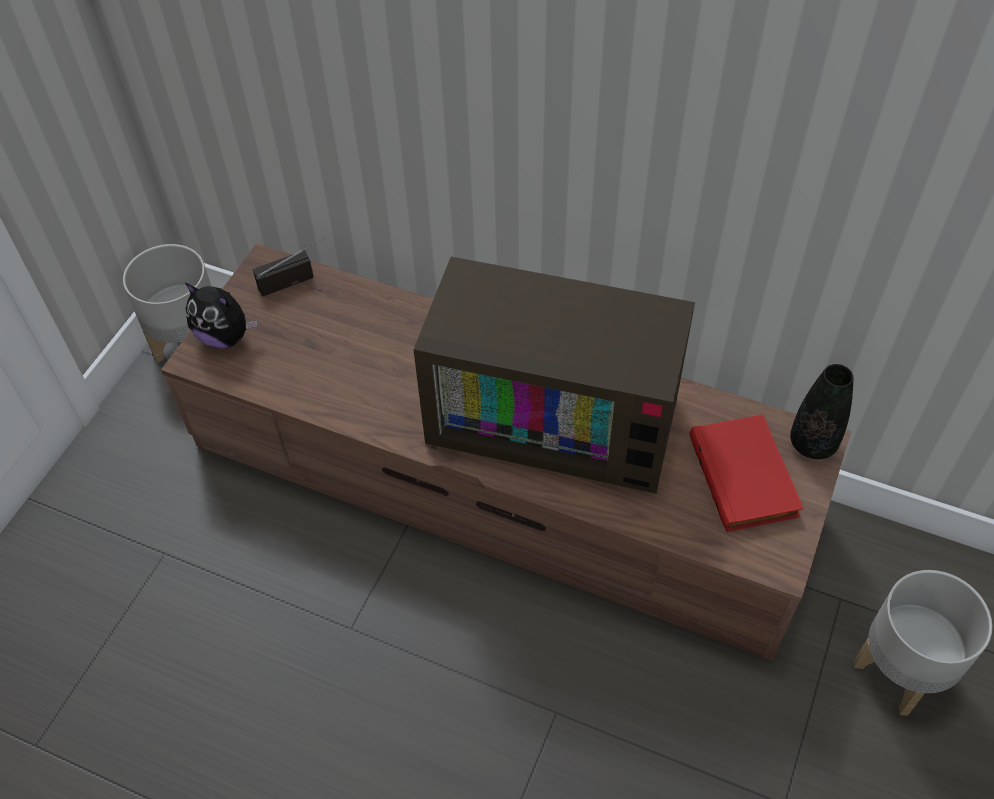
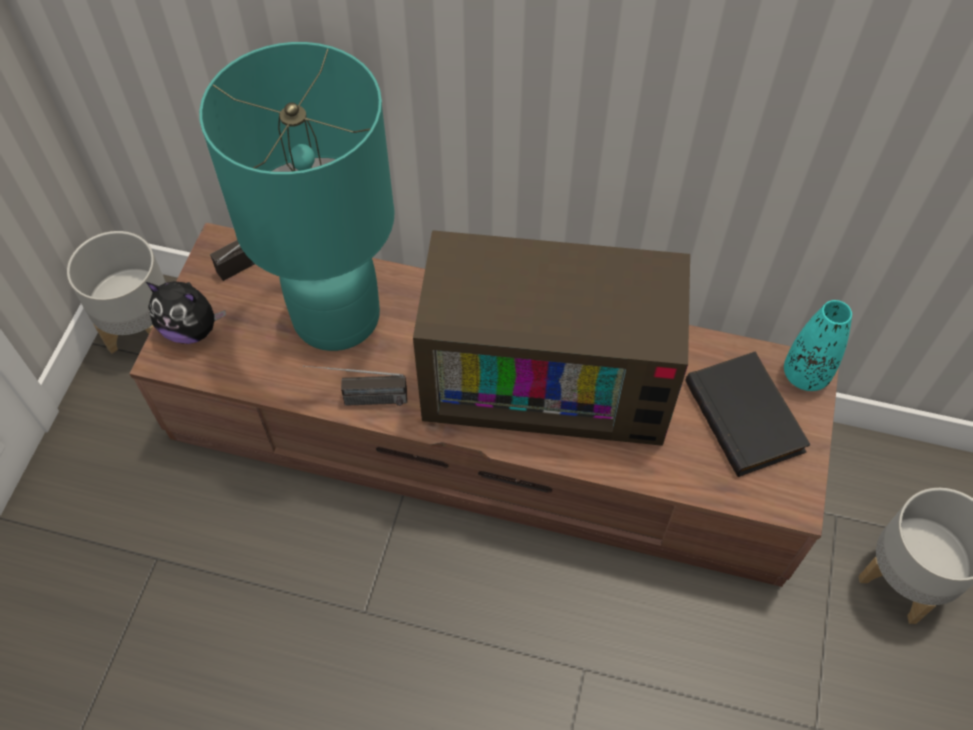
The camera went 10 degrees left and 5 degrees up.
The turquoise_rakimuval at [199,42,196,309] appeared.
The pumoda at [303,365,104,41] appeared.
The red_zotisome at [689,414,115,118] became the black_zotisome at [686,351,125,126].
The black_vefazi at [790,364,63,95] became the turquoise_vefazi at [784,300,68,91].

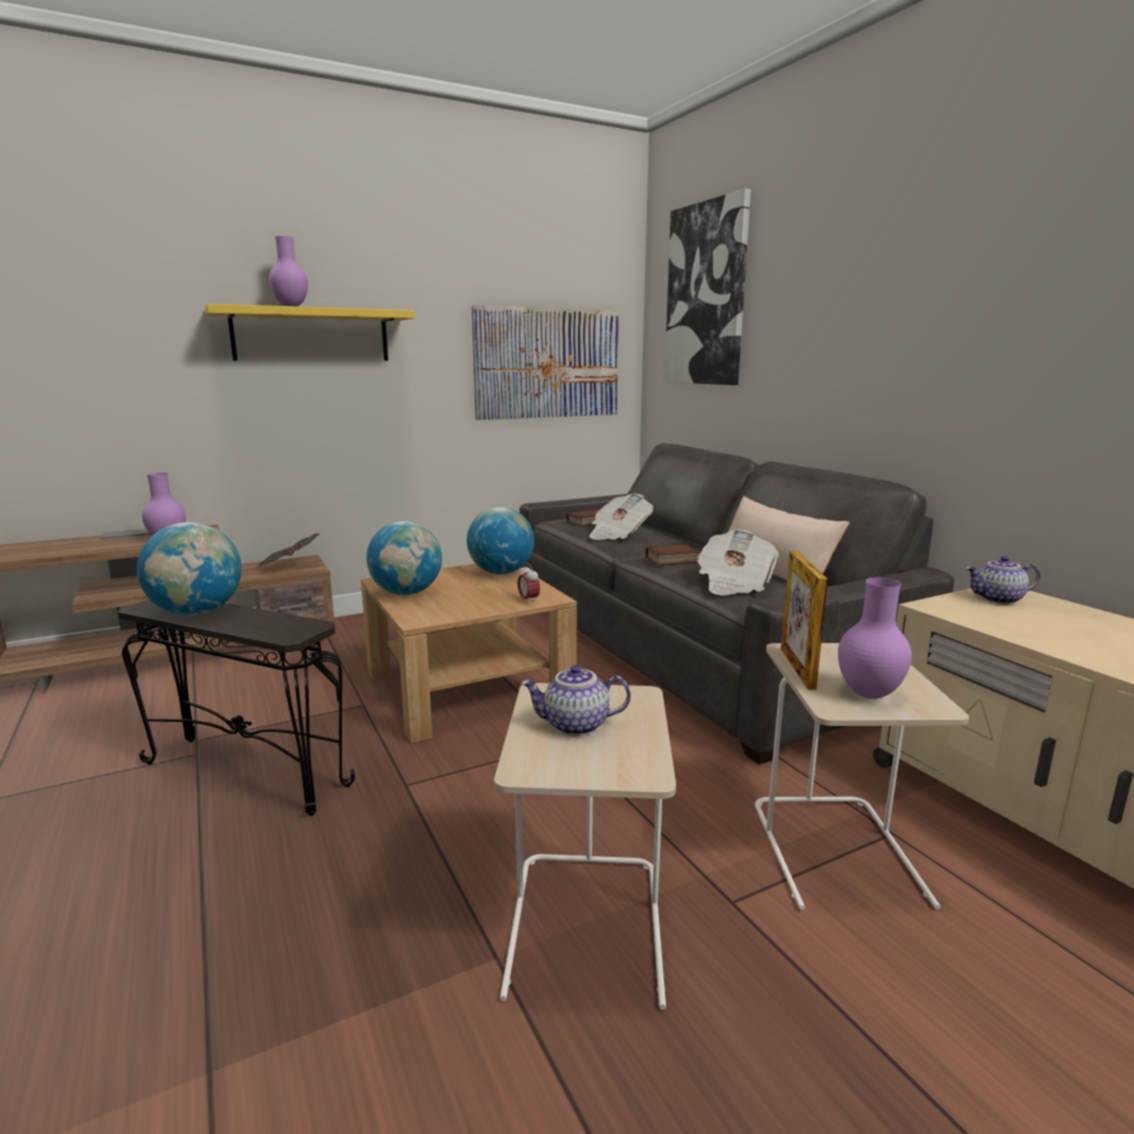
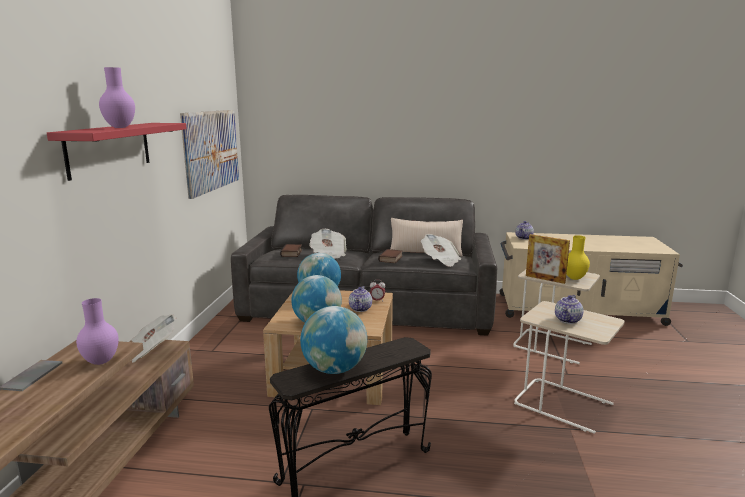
The camera went 55 degrees left and 0 degrees up.
The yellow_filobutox at [205,304,210,57] became the red_filobutox at [47,123,140,58].
The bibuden at [349,286,23,26] appeared.
The purple_vefazi at [838,578,74,121] became the yellow_vefazi at [566,235,24,45].
The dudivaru at [664,189,87,196] disappeared.

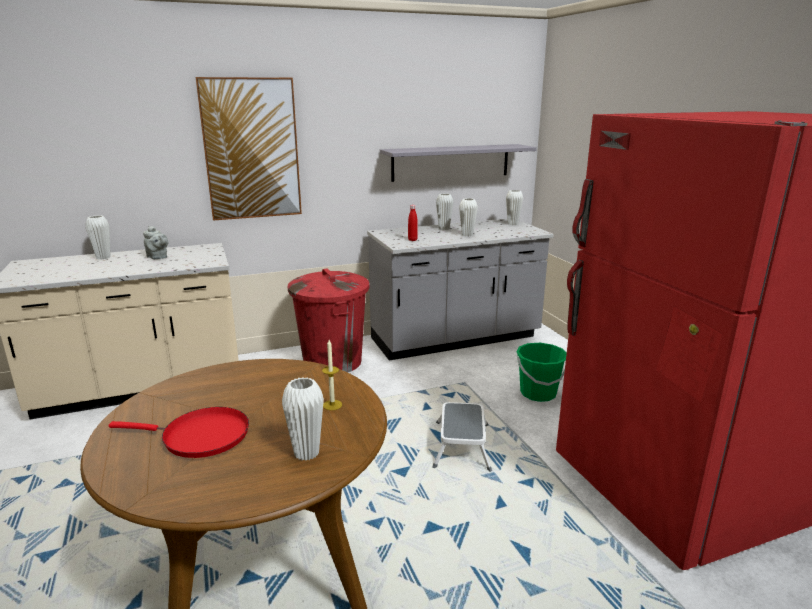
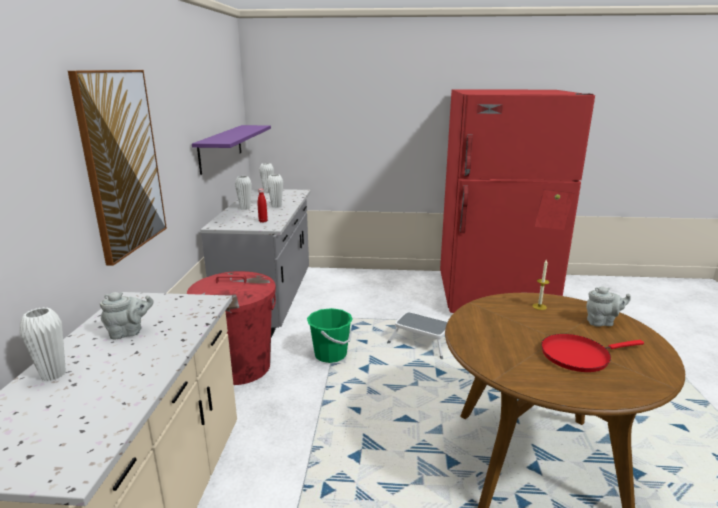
The camera went 65 degrees left and 0 degrees up.
The grey_filobutox at [380,144,157,38] became the purple_filobutox at [192,125,79,50].
The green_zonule moved from [517,343,50,59] to [307,308,46,55].
The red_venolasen at [108,407,141,51] turned 135 degrees counterclockwise.
The white_vefazi at [282,377,42,84] was replaced by the grey_bibuden at [586,287,45,39].

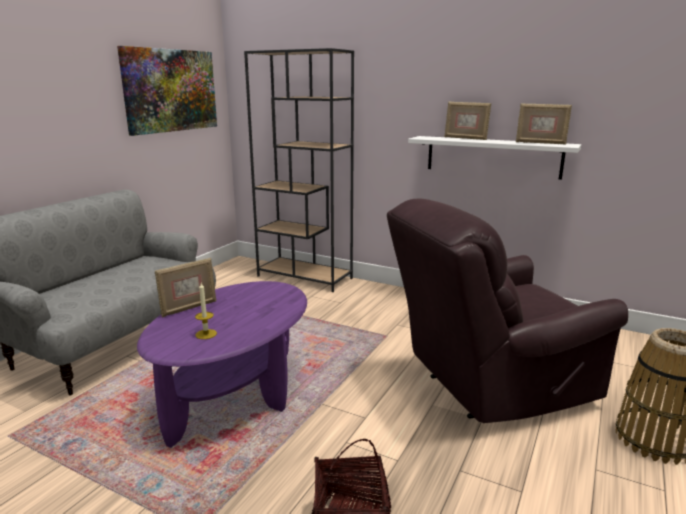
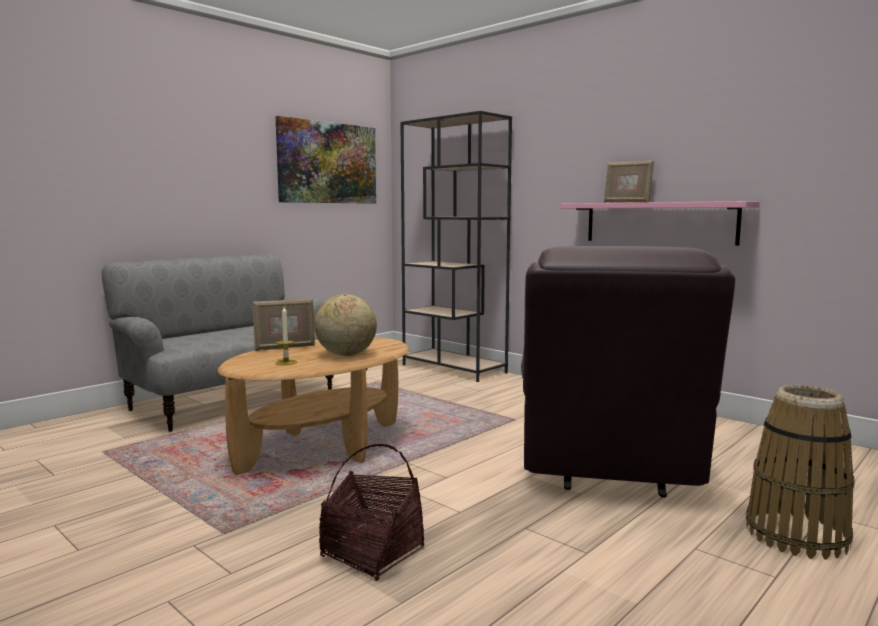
The camera went 15 degrees right and 10 degrees down.
The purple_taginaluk at [137,281,170,167] became the brown_taginaluk at [217,337,192,138].
The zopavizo at [314,294,63,62] appeared.
The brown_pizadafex at [387,199,241,224] turned 75 degrees counterclockwise.
The white_filobutox at [408,136,173,44] became the pink_filobutox at [560,201,200,45].
The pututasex at [516,103,56,41] disappeared.

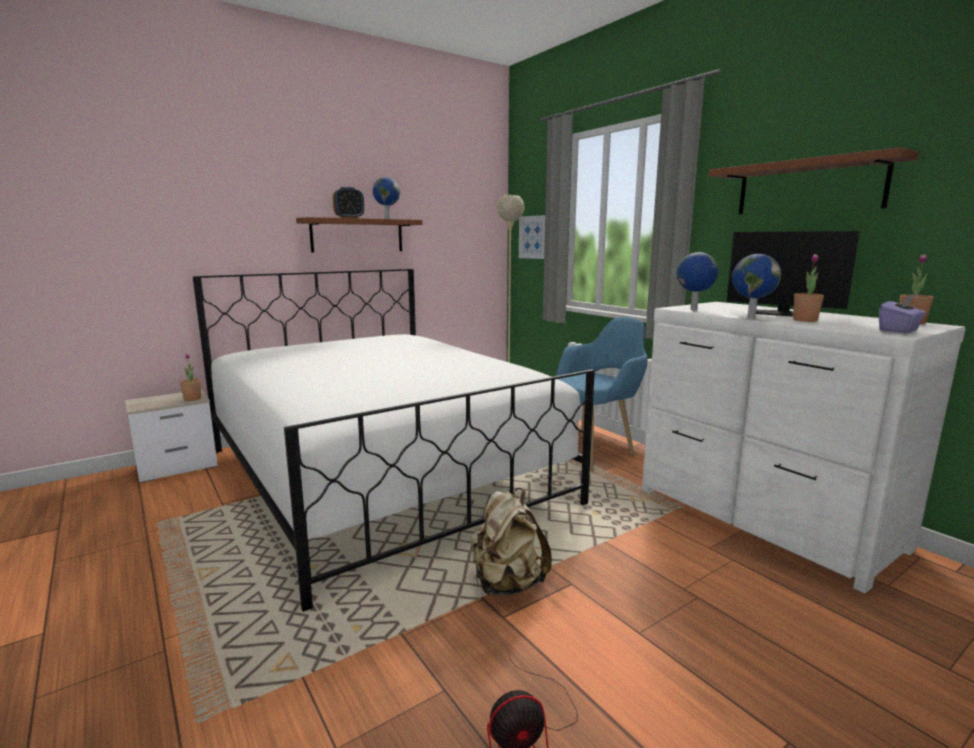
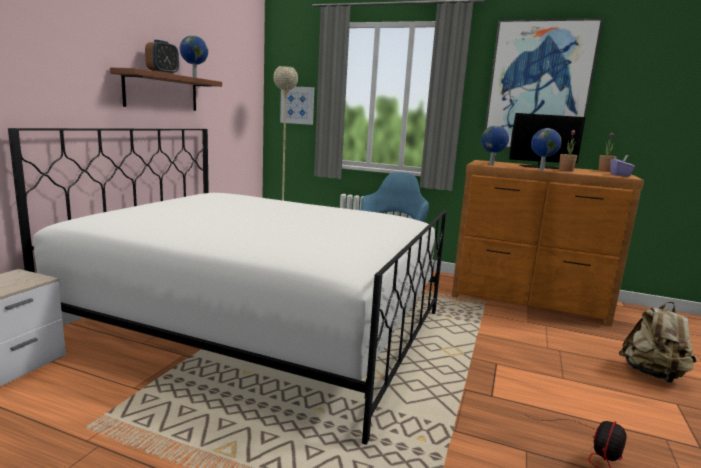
The camera went 35 degrees left and 0 degrees up.
The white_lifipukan at [642,302,324,291] became the brown_lifipukan at [452,160,192,166].
The brown_filobutox at [709,147,210,67] was replaced by the dudivaru at [485,18,118,135].
The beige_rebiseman moved from [470,488,82,107] to [619,302,78,81].
The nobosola at [180,353,21,48] disappeared.

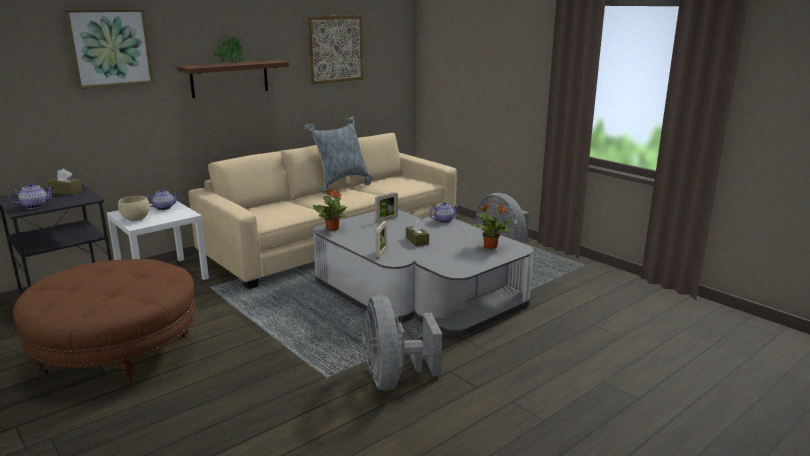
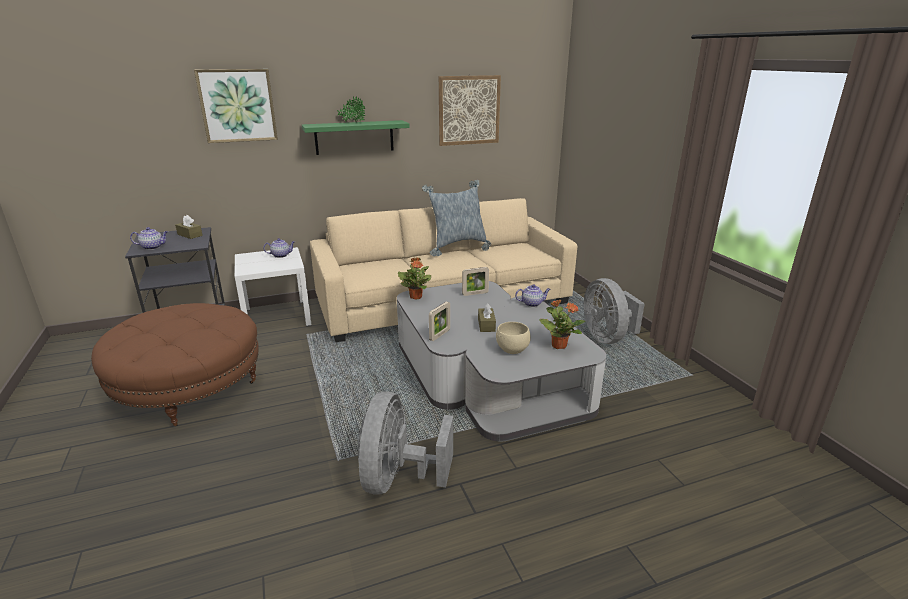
The camera went 20 degrees right and 5 degrees up.
The brown_filobutox at [177,60,112,38] became the green_filobutox at [302,120,108,35].
The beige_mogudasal moved from [118,196,32,25] to [496,322,35,32].

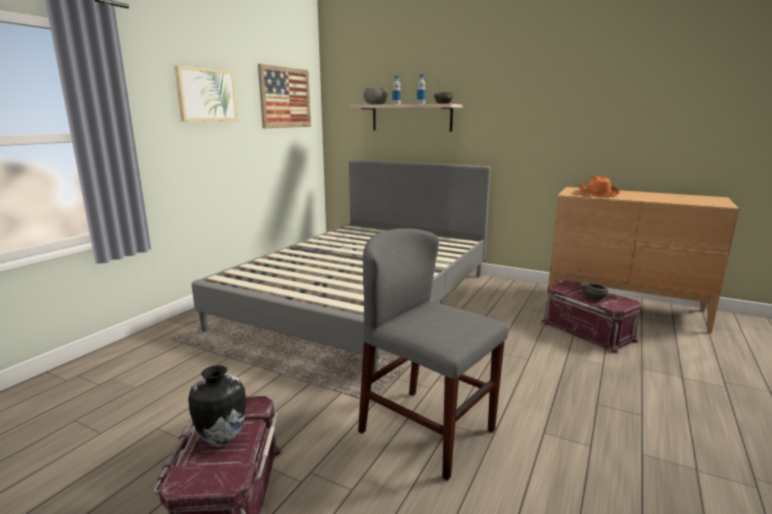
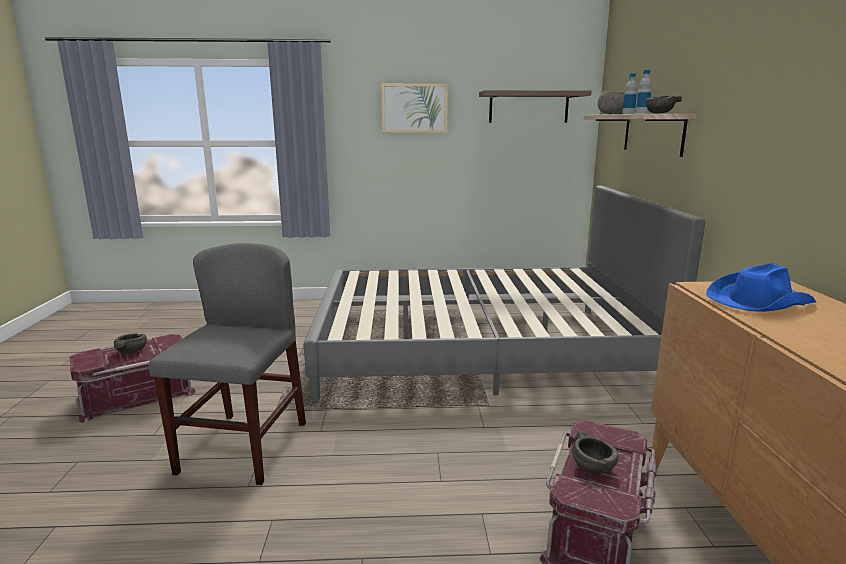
The camera went 60 degrees right and 0 degrees up.
The vefazi at [188,365,58,82] was replaced by the grey_mogudasal at [114,333,33,21].
The dudivaru at [258,64,53,64] was replaced by the filobutox at [479,90,113,33].
The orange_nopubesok at [578,175,42,22] became the blue_nopubesok at [706,263,110,49].

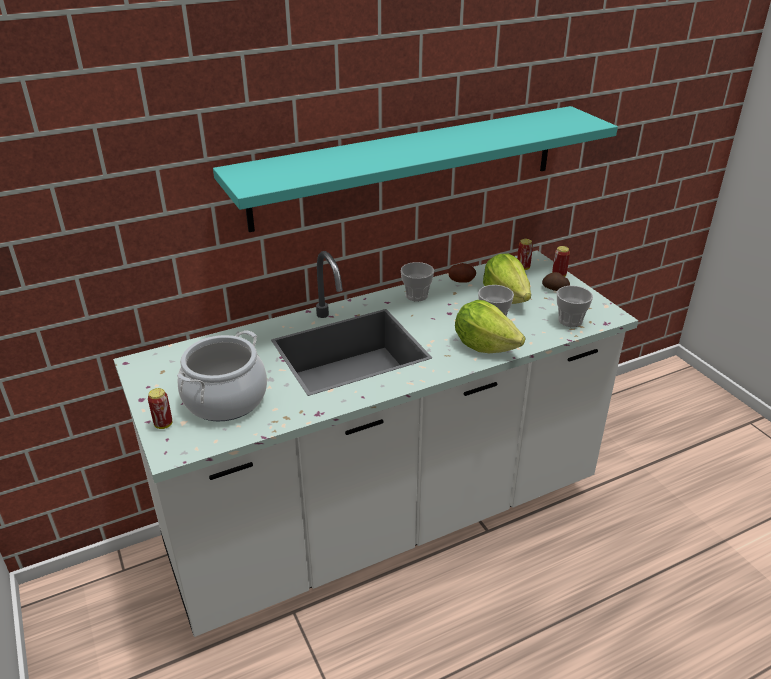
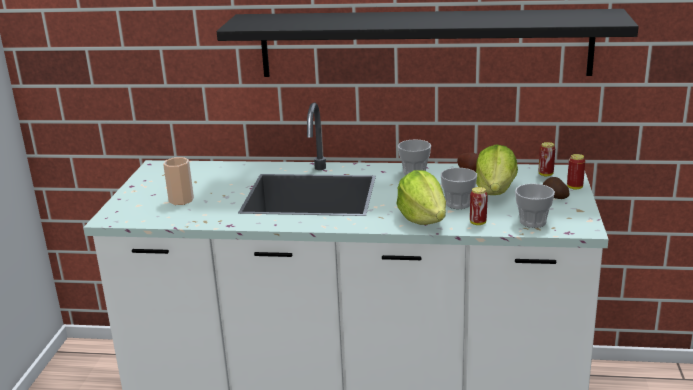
The camera went 35 degrees right and 10 degrees down.
The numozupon at [177,330,90,91] was replaced by the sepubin at [163,157,31,48].
The turquoise_filobutox at [213,106,405,126] became the black_filobutox at [217,9,422,68].
The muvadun moved from [148,388,24,41] to [470,187,18,38].

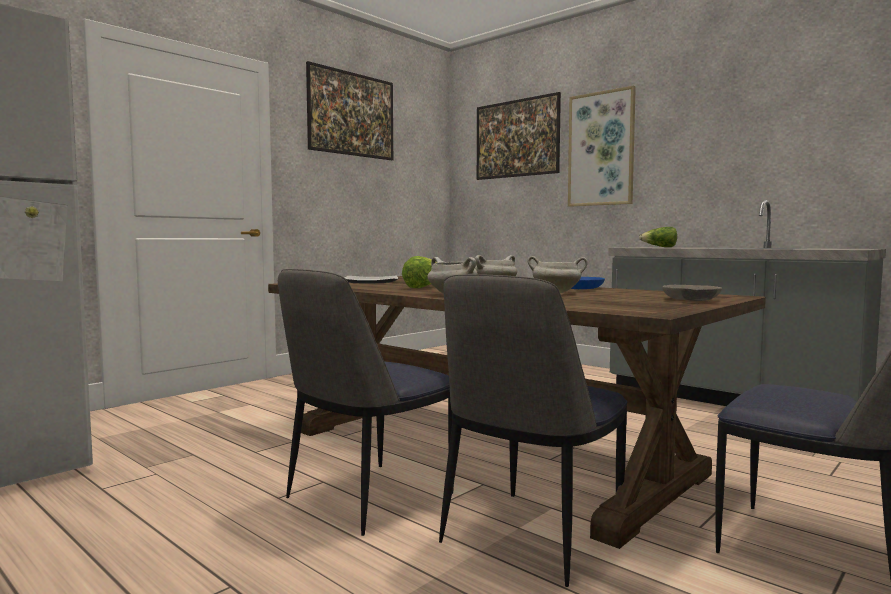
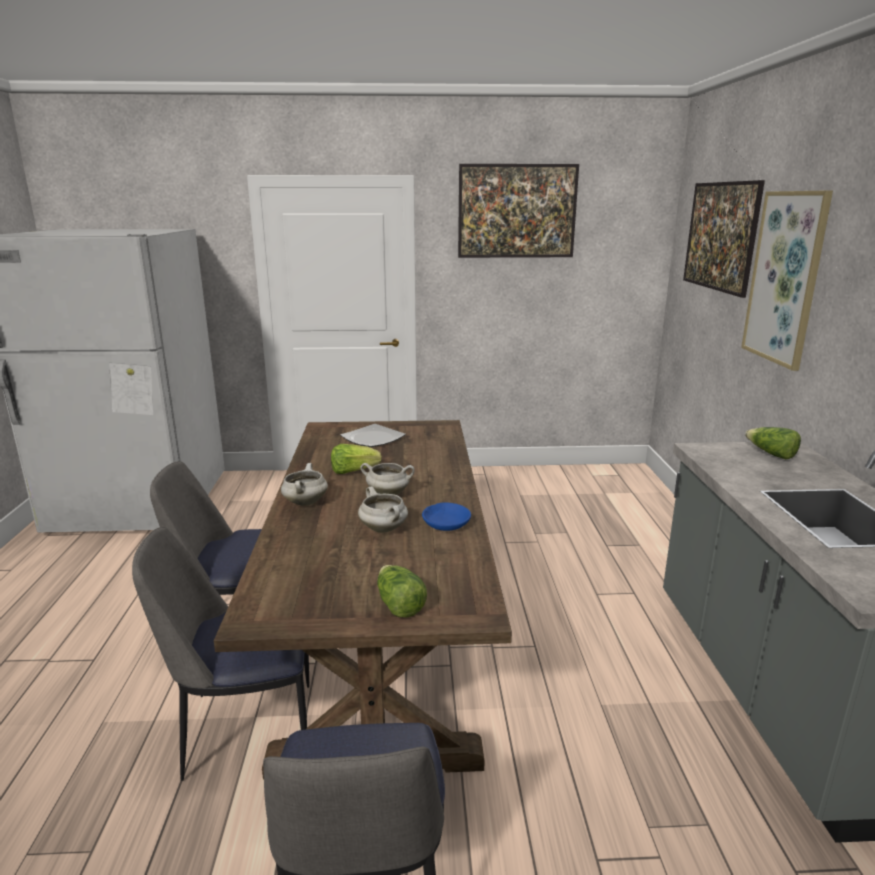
The camera went 45 degrees right and 15 degrees up.
The grey_mogudasal at [662,285,60,16] was replaced by the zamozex at [377,565,50,52].

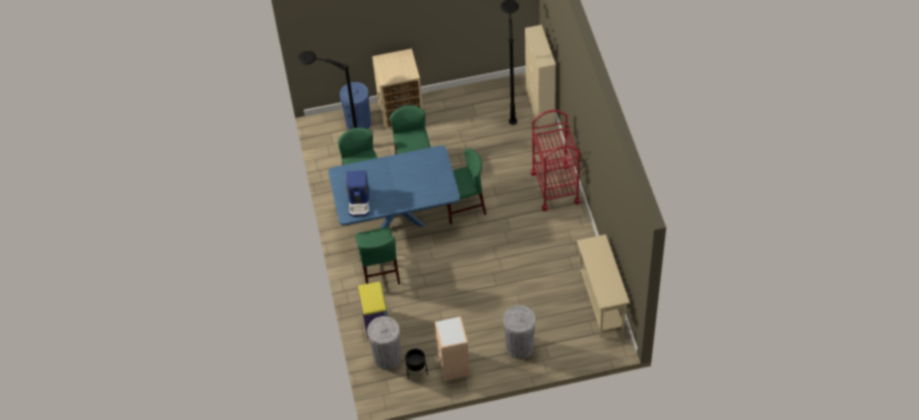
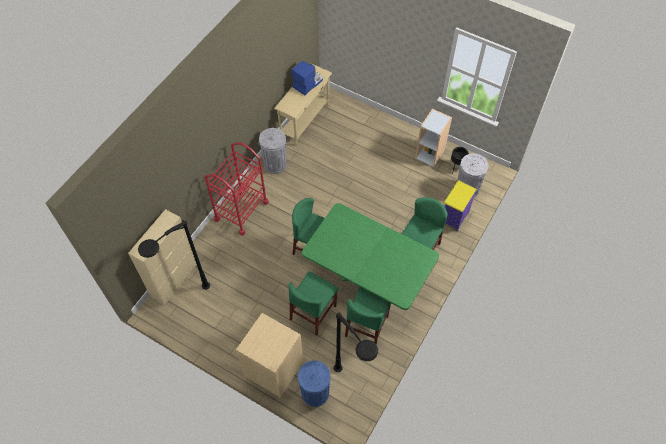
The camera went 140 degrees left and 5 degrees up.
The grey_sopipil moved from [503,305,32,54] to [259,128,28,46].
The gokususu moved from [346,170,23,47] to [291,61,32,34].
The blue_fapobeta at [328,145,132,83] became the green_fapobeta at [302,203,137,107].

